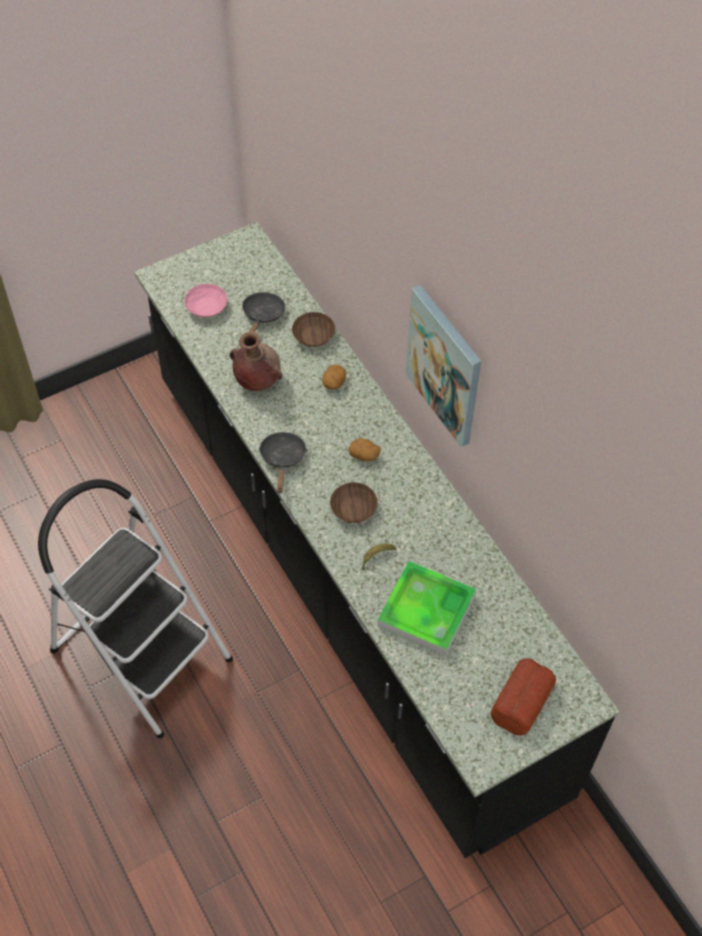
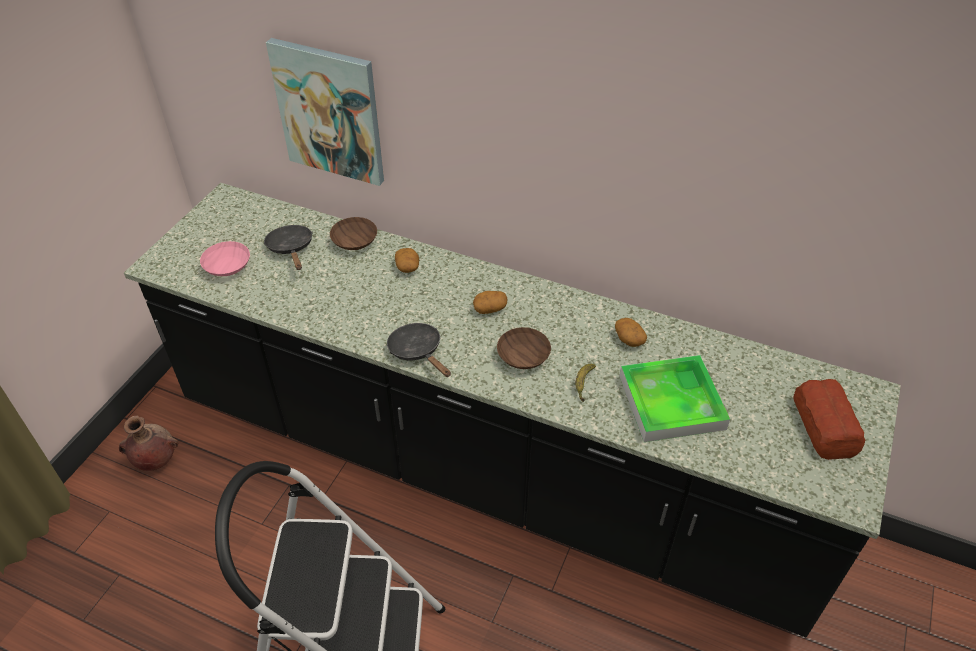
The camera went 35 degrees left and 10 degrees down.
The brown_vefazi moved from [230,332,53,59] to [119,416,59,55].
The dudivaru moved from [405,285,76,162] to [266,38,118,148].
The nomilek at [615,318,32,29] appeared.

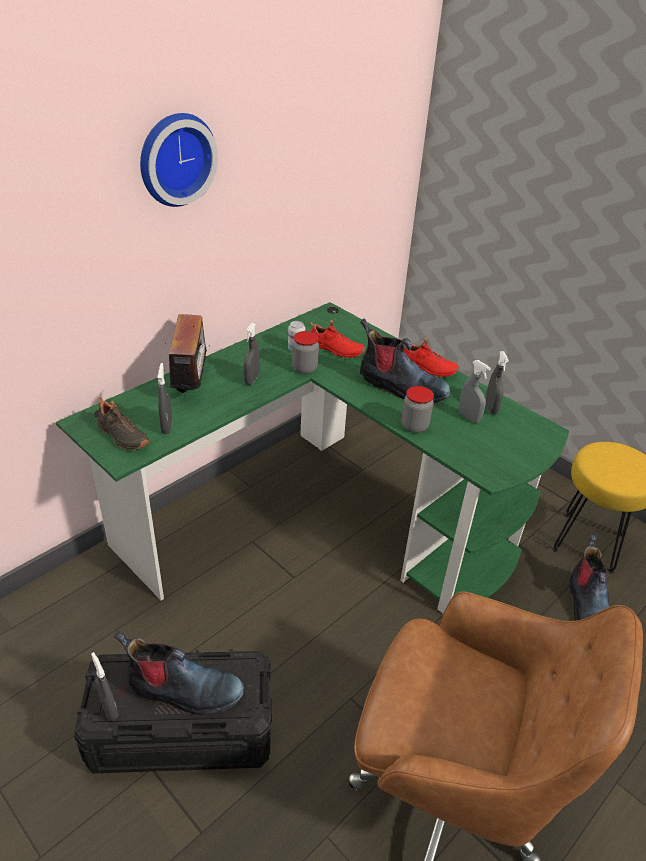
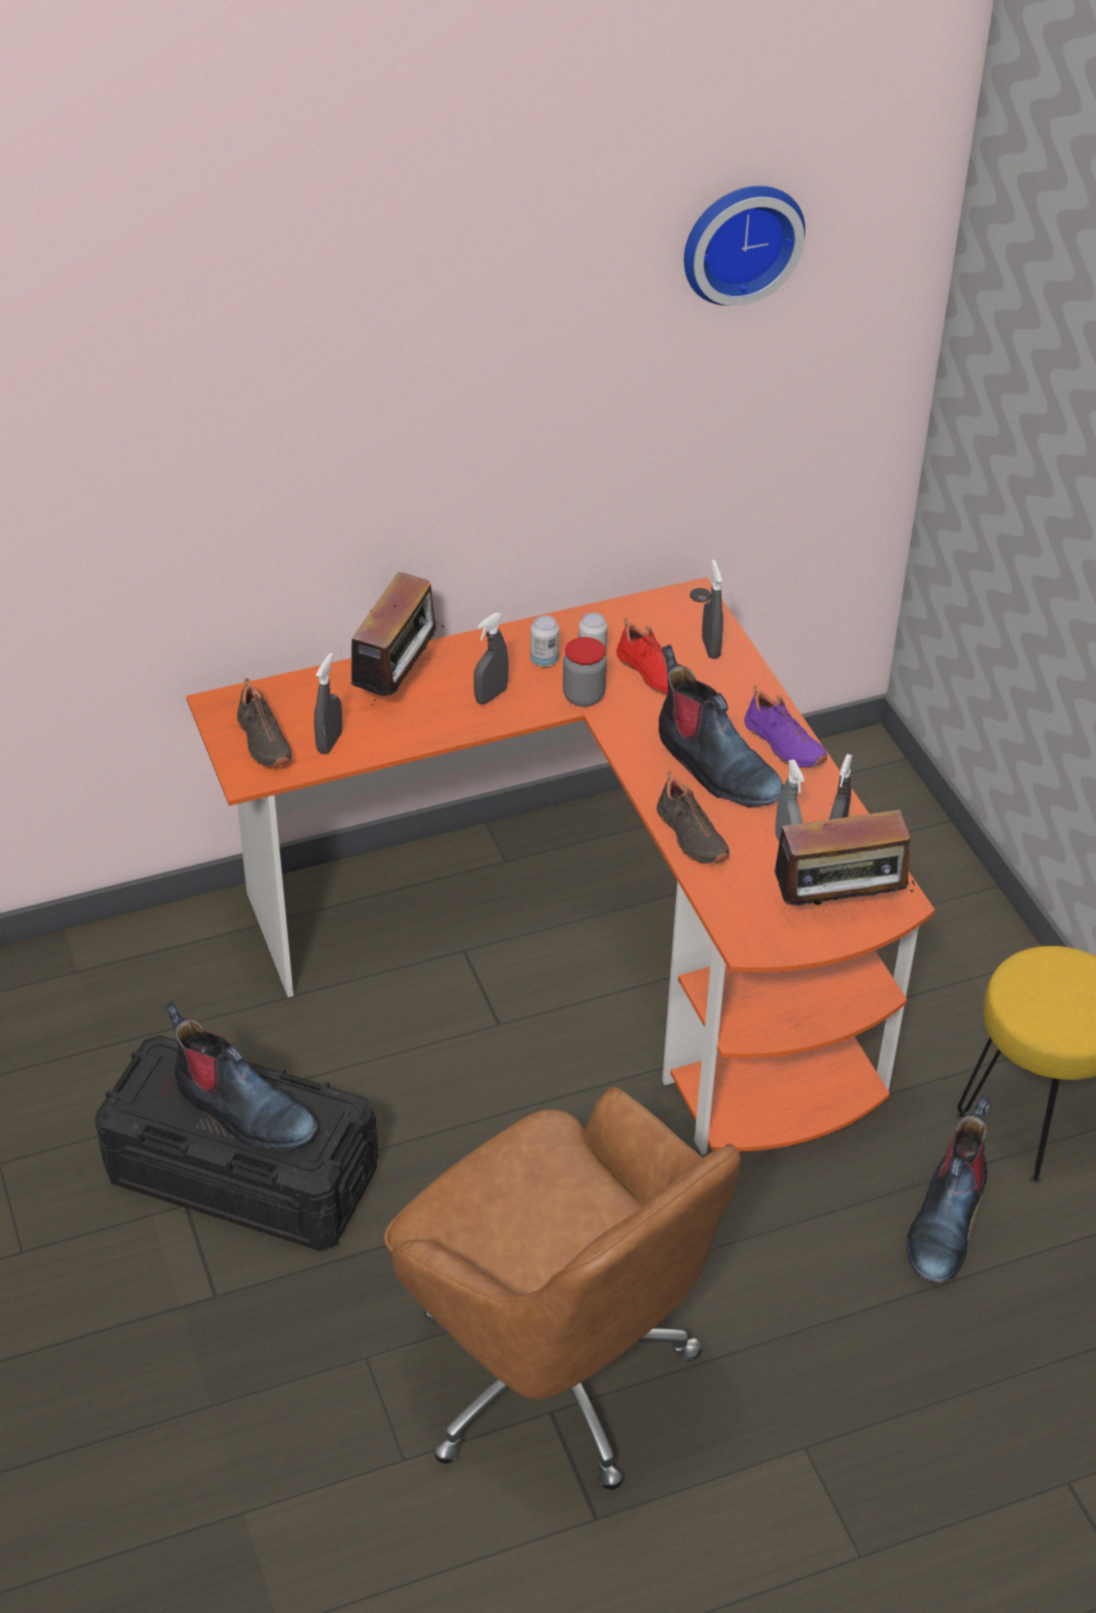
The camera went 25 degrees right and 5 degrees up.
The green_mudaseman at [56,302,513,311] became the orange_mudaseman at [186,577,749,578].
The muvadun at [530,615,29,52] appeared.
The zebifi at [401,386,33,47] was replaced by the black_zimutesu at [657,771,72,93].
The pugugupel moved from [140,113,78,94] to [684,186,121,120].
The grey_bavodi moved from [91,652,28,69] to [702,560,21,99].
The red_zimutesu at [404,338,55,40] became the purple_zimutesu at [744,686,83,82].
The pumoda at [766,810,150,96] appeared.

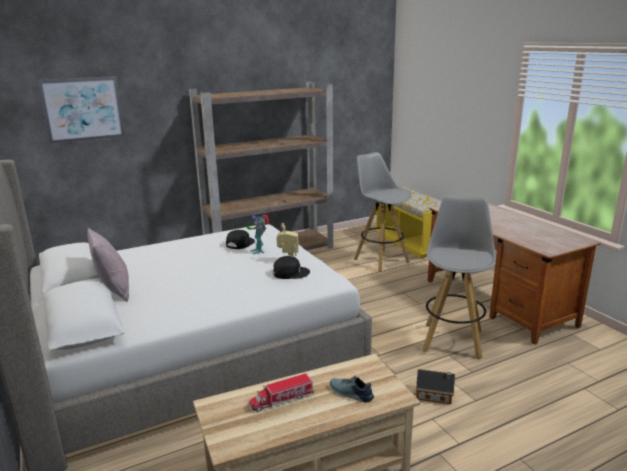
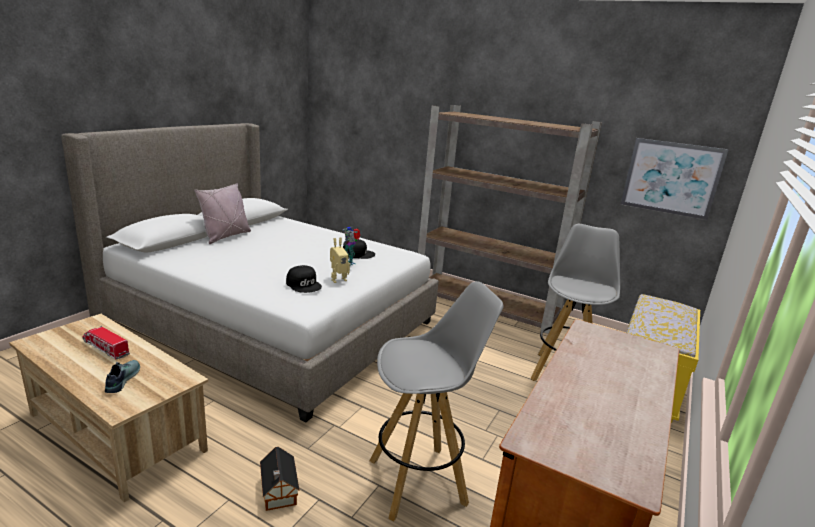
The camera went 55 degrees right and 0 degrees up.
The dudivaru moved from [37,76,88,68] to [621,138,108,82].

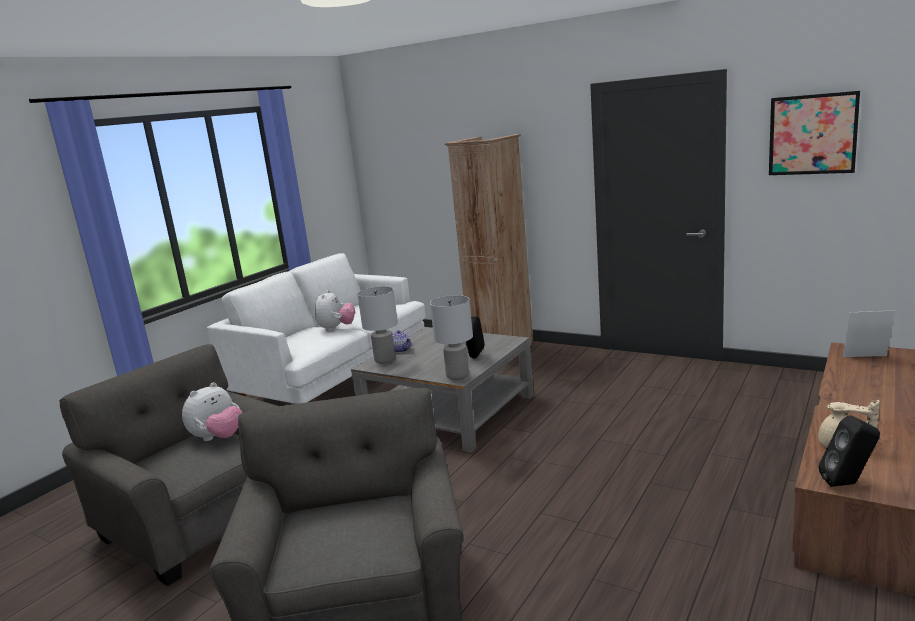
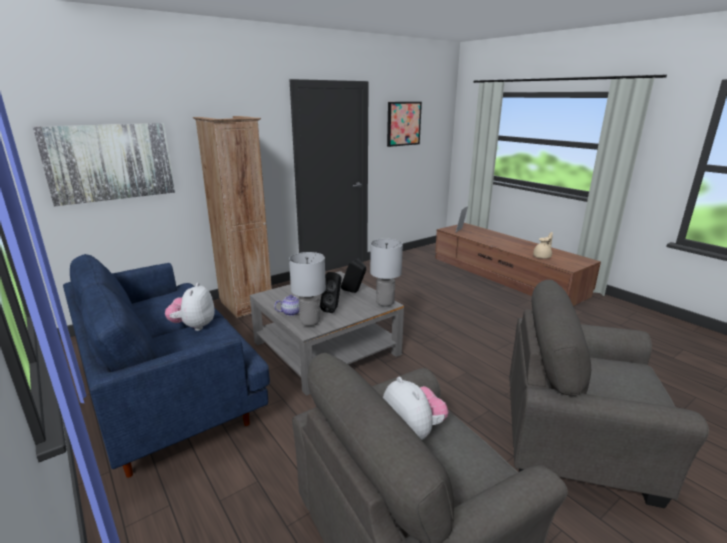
The camera went 70 degrees left and 5 degrees up.
The dudivaru at [33,123,142,84] appeared.
The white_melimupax at [207,253,219,151] became the blue_melimupax at [63,254,207,224].
The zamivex at [315,290,40,42] turned 120 degrees counterclockwise.
The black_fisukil moved from [819,415,61,72] to [320,272,22,41].

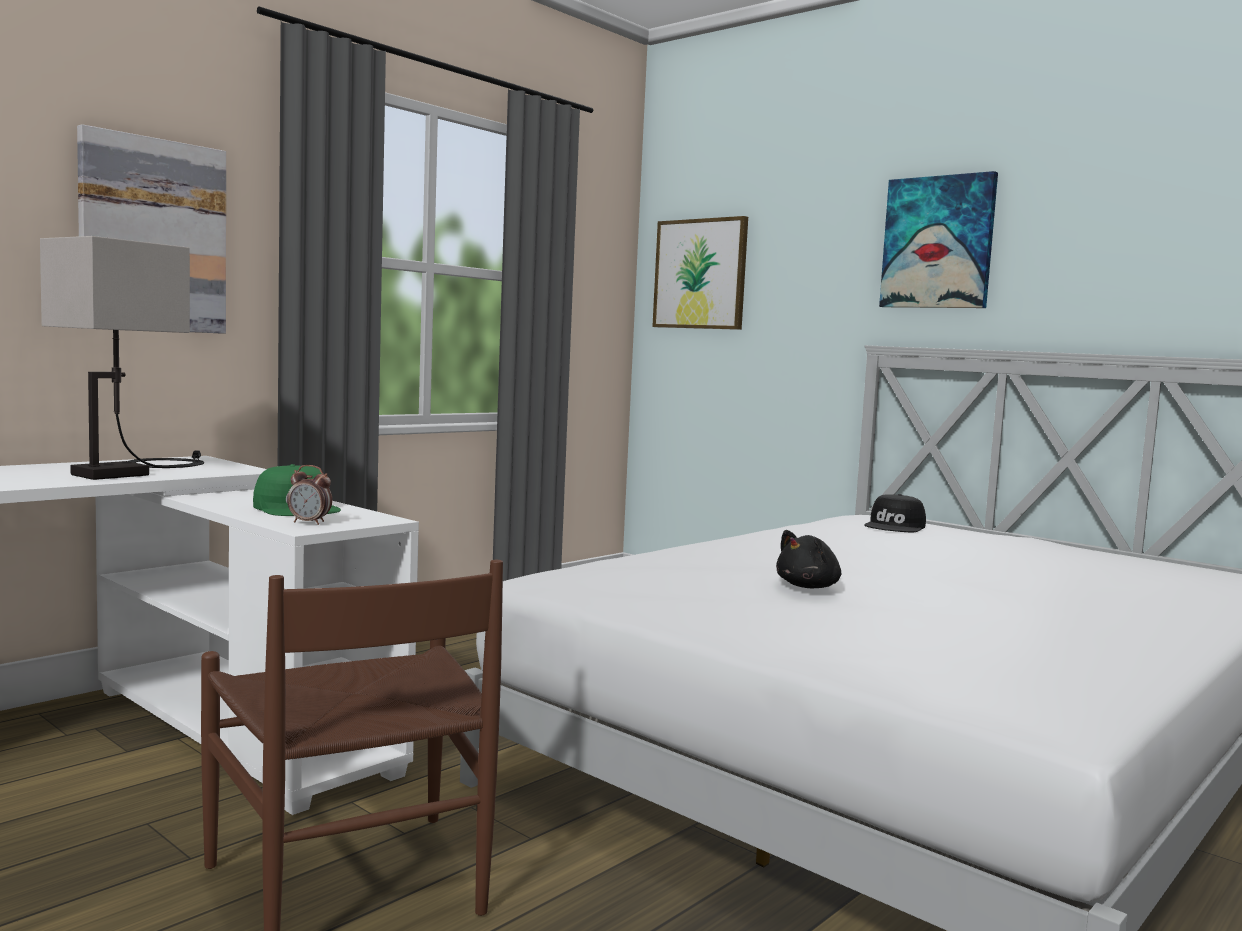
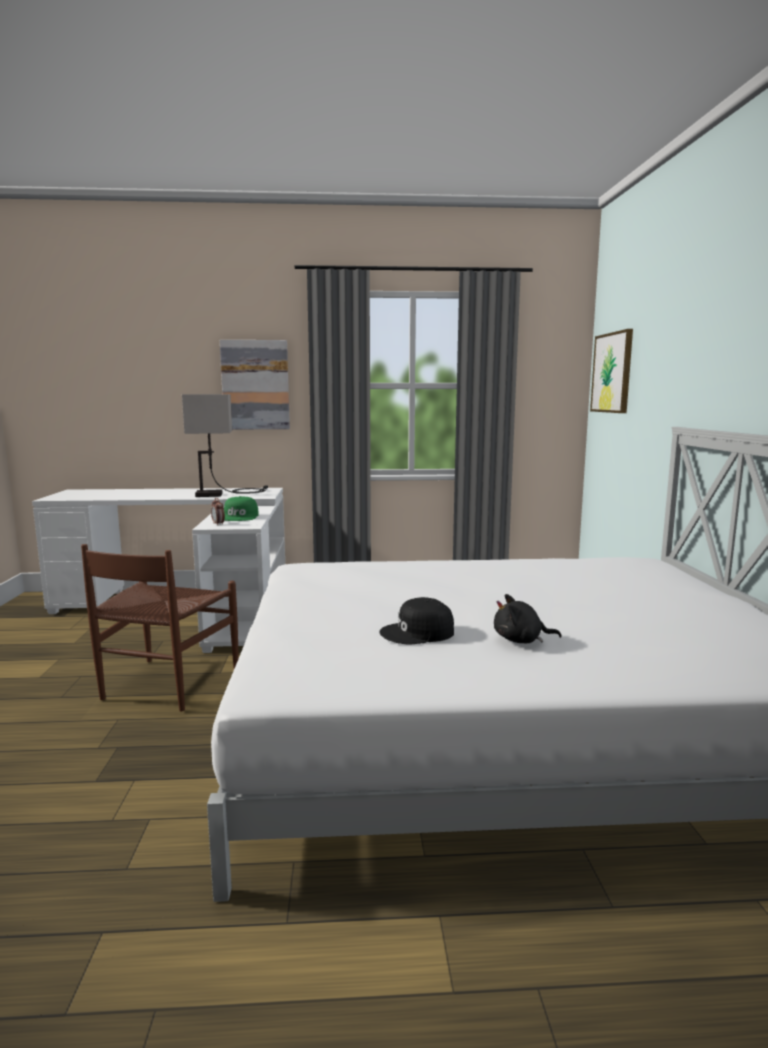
The camera went 45 degrees right and 5 degrees up.
The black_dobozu moved from [864,494,62,38] to [379,597,75,47].
The black_zamivex moved from [776,530,66,58] to [494,594,68,49].
The dudivaru at [879,171,119,137] disappeared.

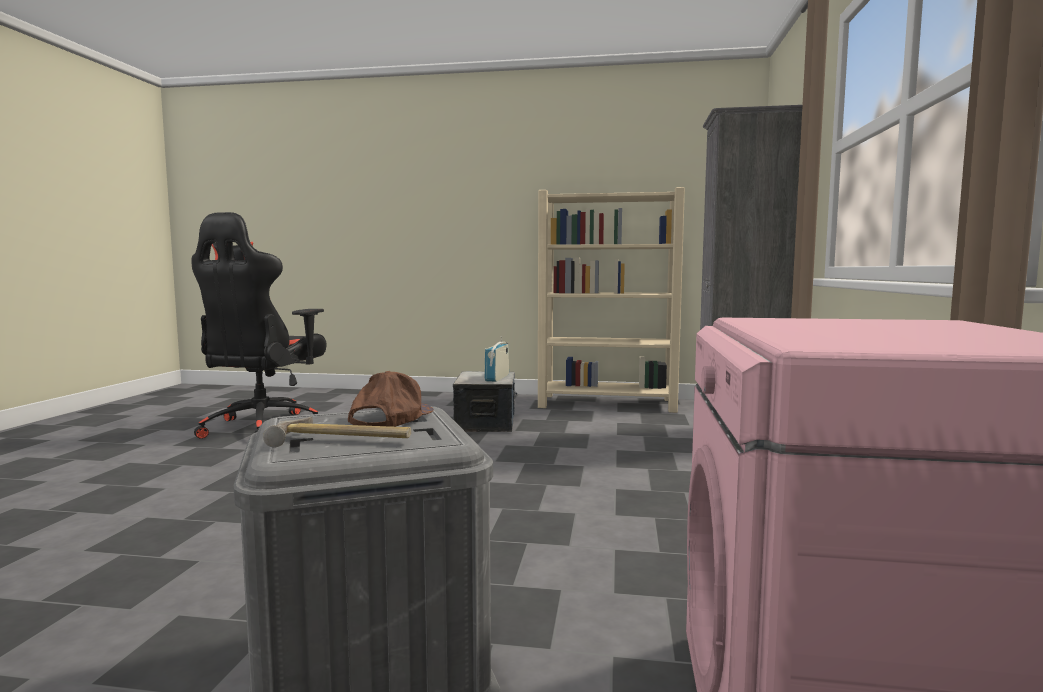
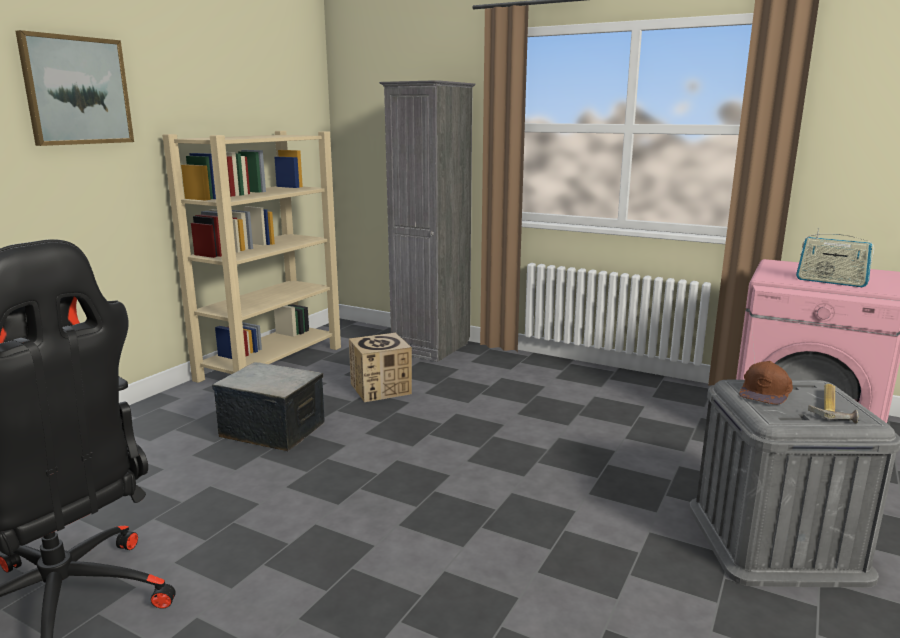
The camera went 70 degrees left and 10 degrees up.
The dudivaru at [16,30,118,116] appeared.
The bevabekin at [349,333,63,69] appeared.
The brown_dobozu at [348,371,86,56] turned 90 degrees counterclockwise.
The pumoda moved from [484,337,25,45] to [796,228,78,59].

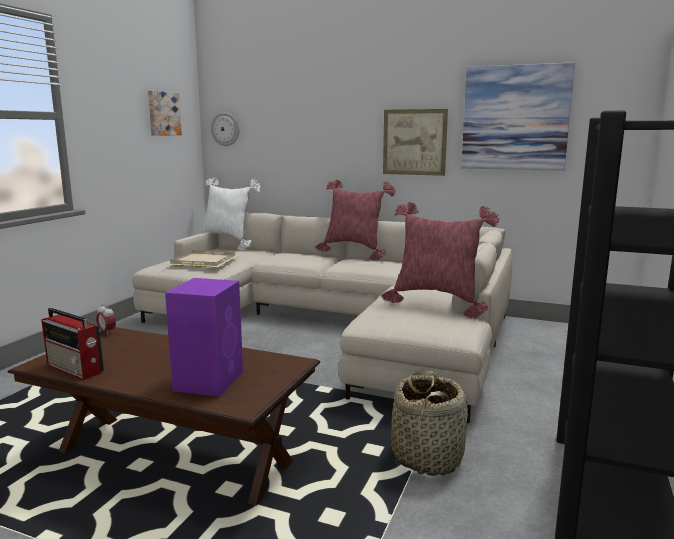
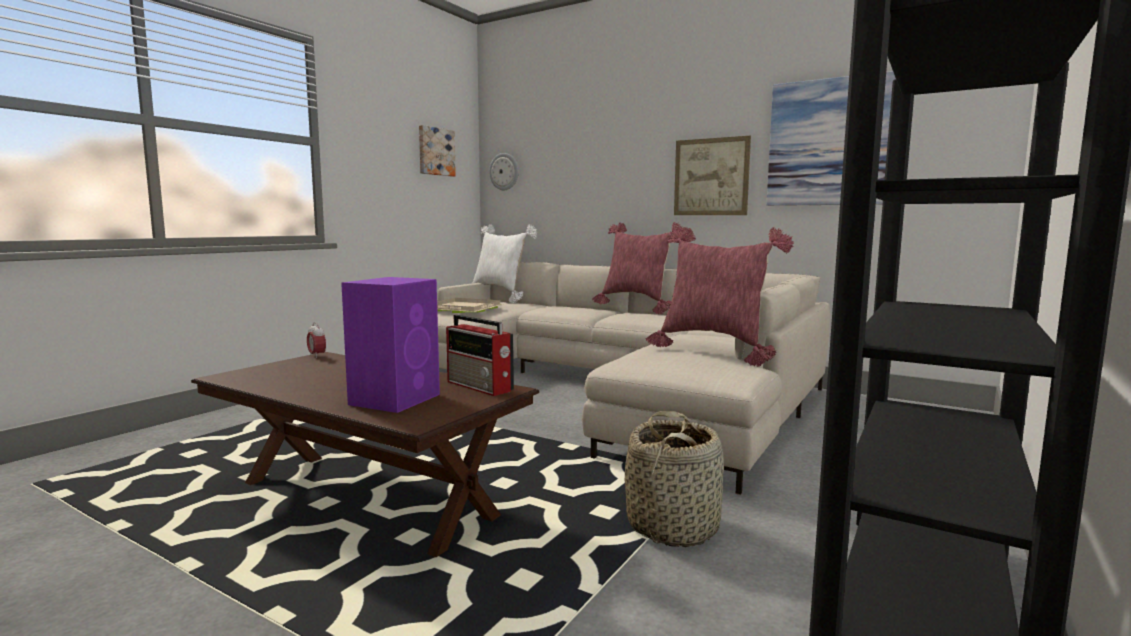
The camera went 10 degrees right and 5 degrees down.
The pumoda moved from [41,308,63,72] to [446,315,68,81].

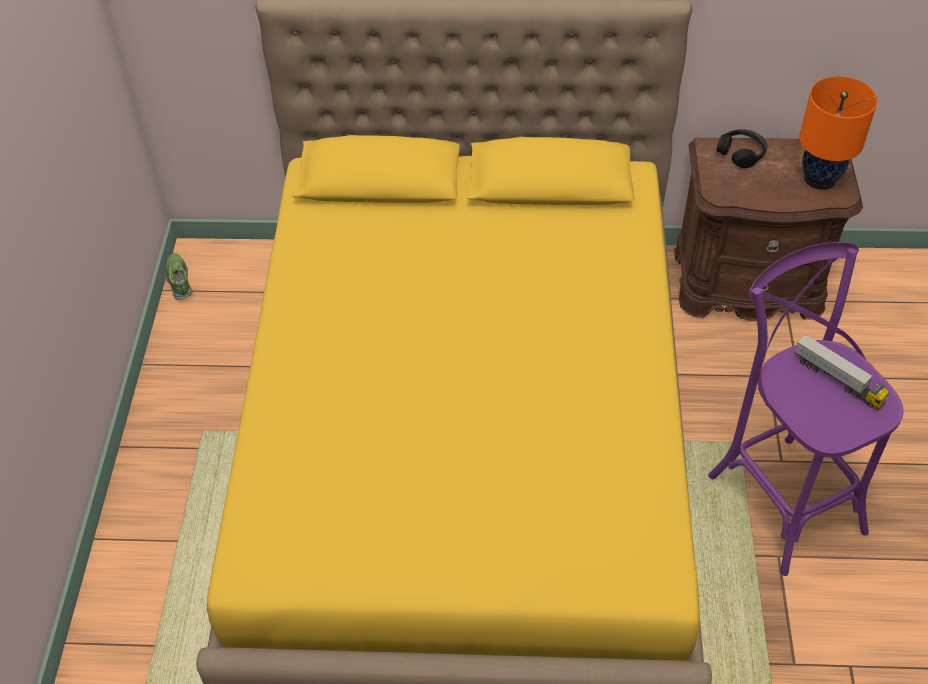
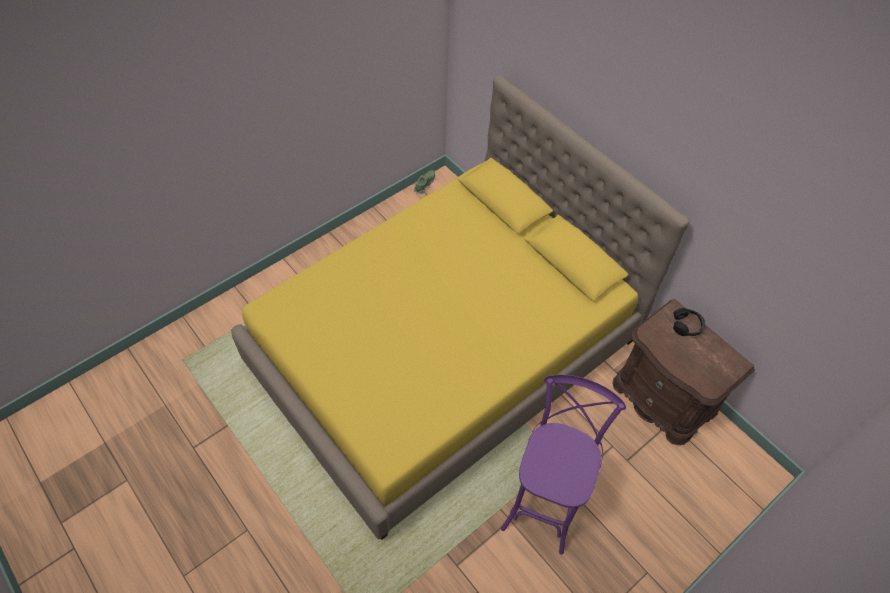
The camera went 45 degrees right and 5 degrees up.
The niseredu at [794,334,95,76] disappeared.
The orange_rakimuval at [799,76,78,114] disappeared.

